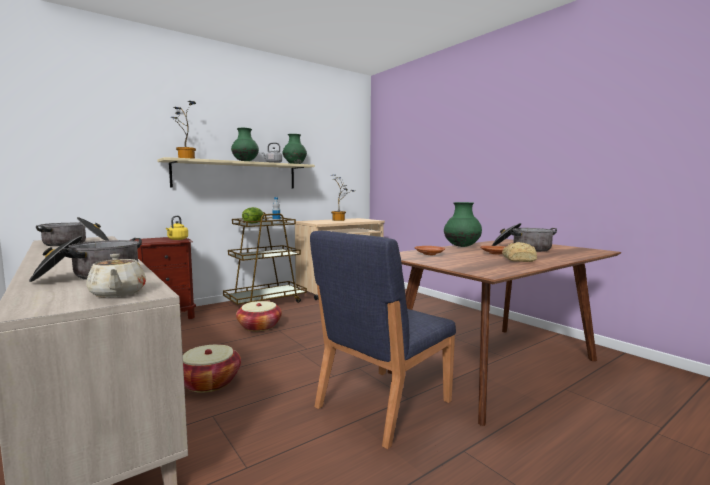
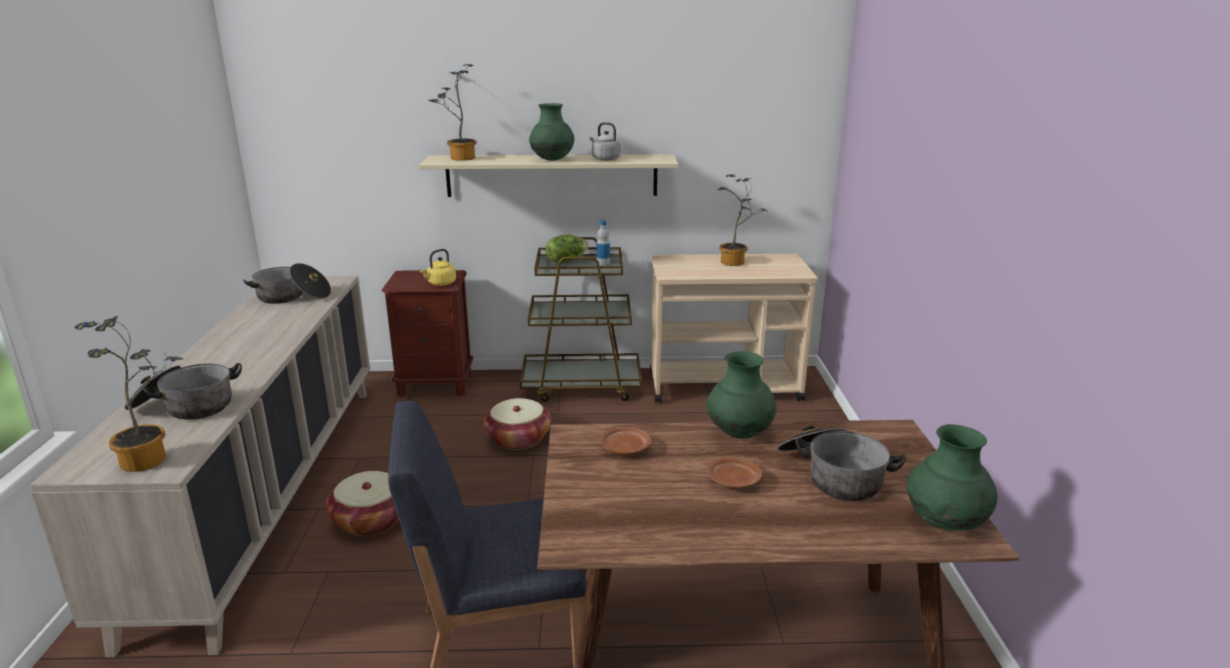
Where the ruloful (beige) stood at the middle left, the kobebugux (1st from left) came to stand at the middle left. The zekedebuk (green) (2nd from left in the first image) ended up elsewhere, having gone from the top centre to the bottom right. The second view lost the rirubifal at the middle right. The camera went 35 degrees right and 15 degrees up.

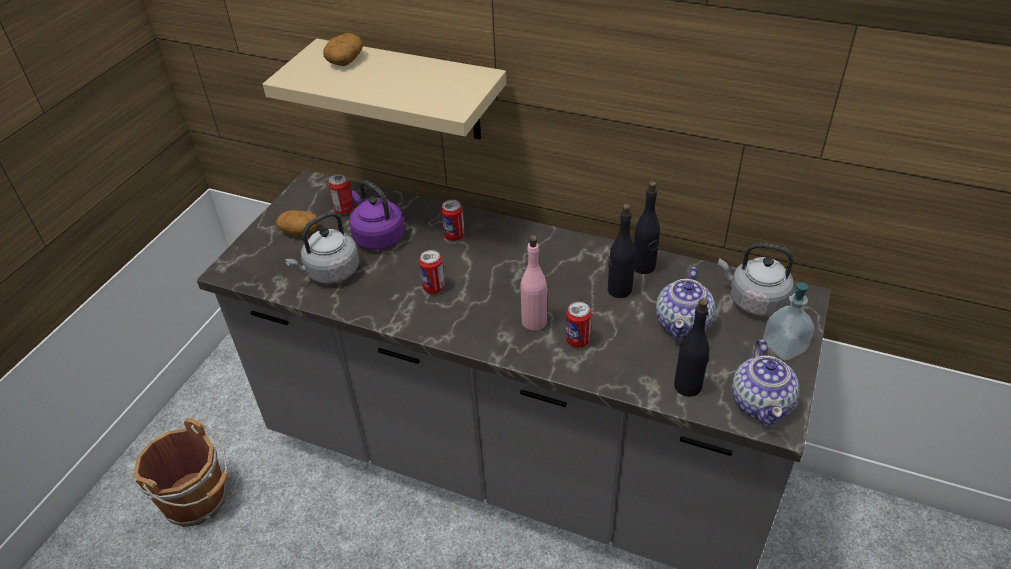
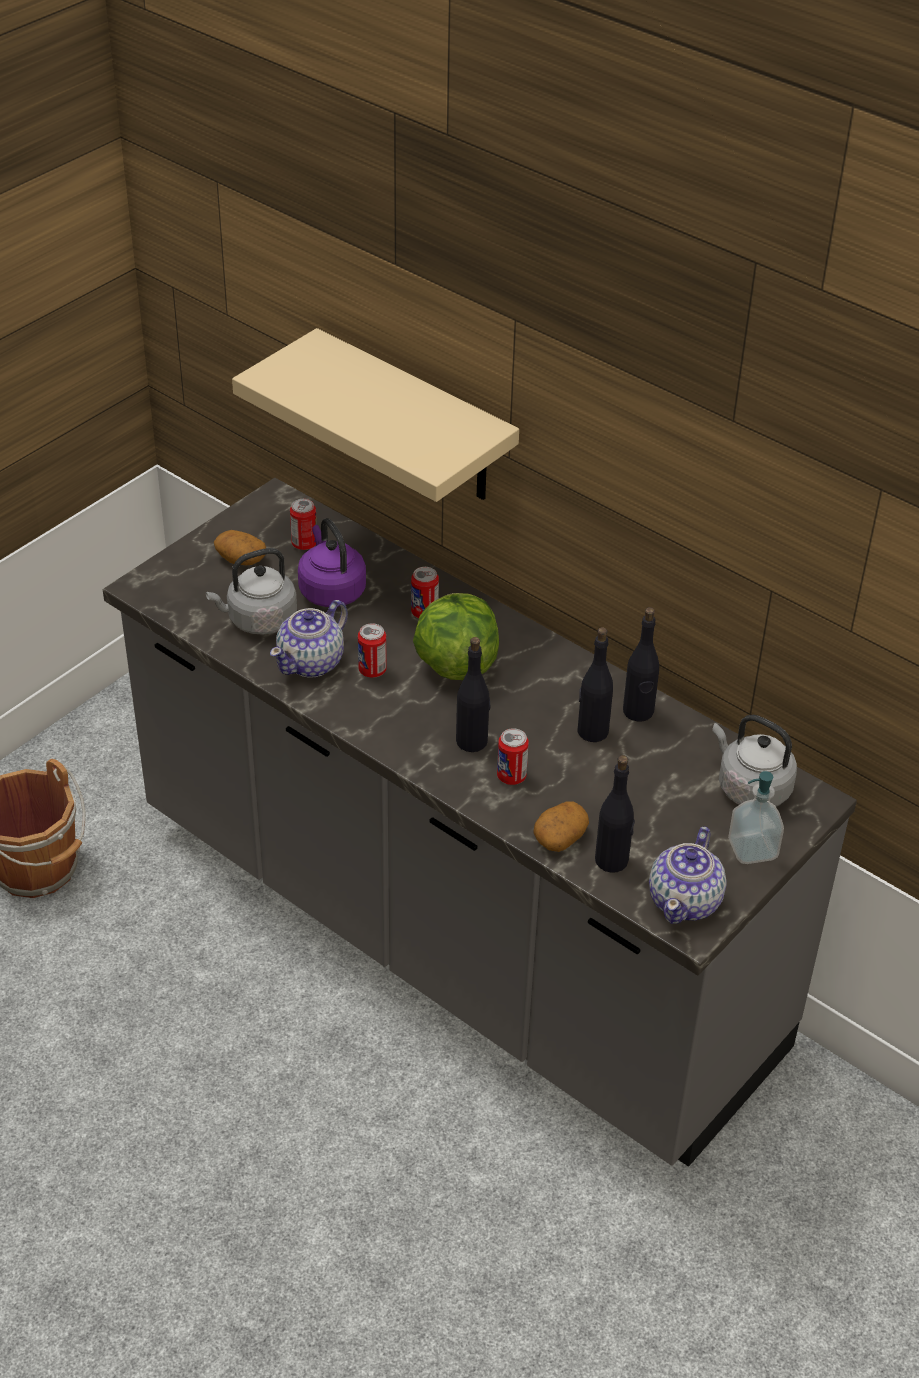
The ruloful (1st from left) ended up elsewhere, having gone from the middle right to the centre. The second view gained the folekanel at the centre. What was the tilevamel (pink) at the centre turned into the tilevamel (black) (1st from left) at the centre. The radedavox (2nd from left) ended up elsewhere, having gone from the top centre to the centre. The camera went 15 degrees right and 0 degrees up.

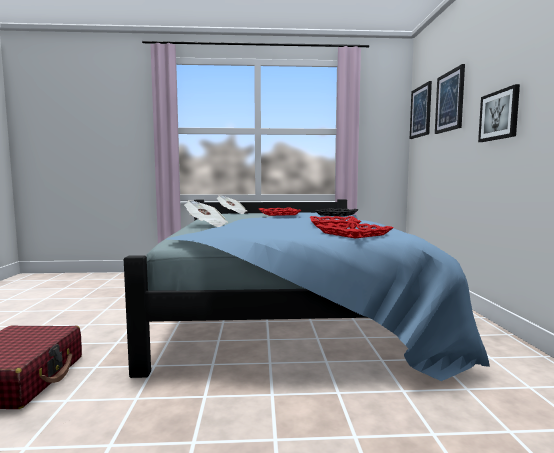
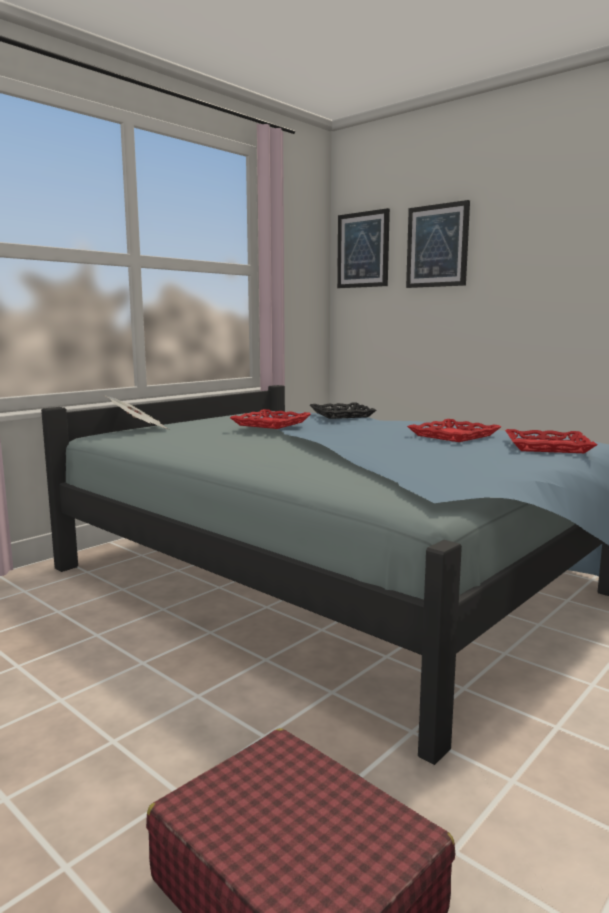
The second view lost the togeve (1st from left) at the centre. The second view lost the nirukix (3rd from left) at the top right. The camera went 45 degrees left and 5 degrees up.

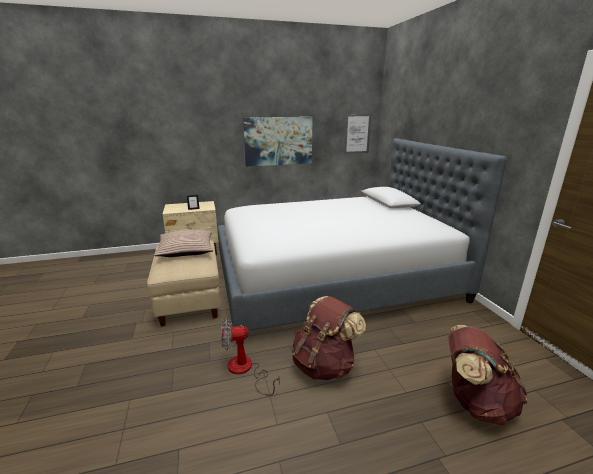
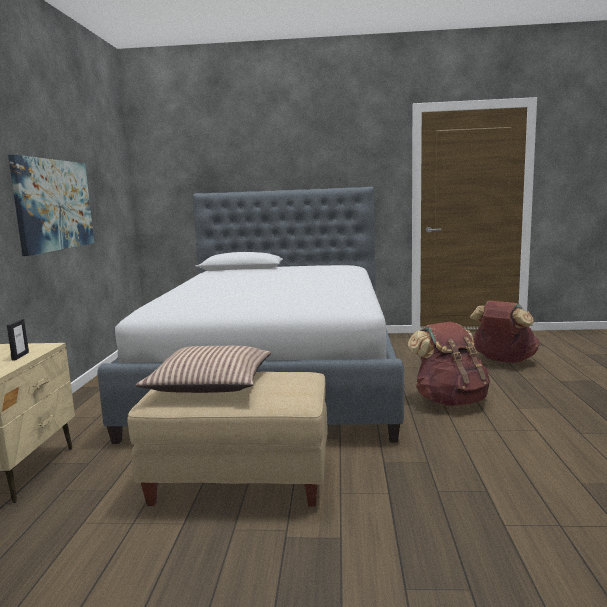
The second view lost the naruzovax at the bottom centre. The second view lost the nirukix (2nd from left) at the top centre. The camera went 70 degrees left and 10 degrees down.

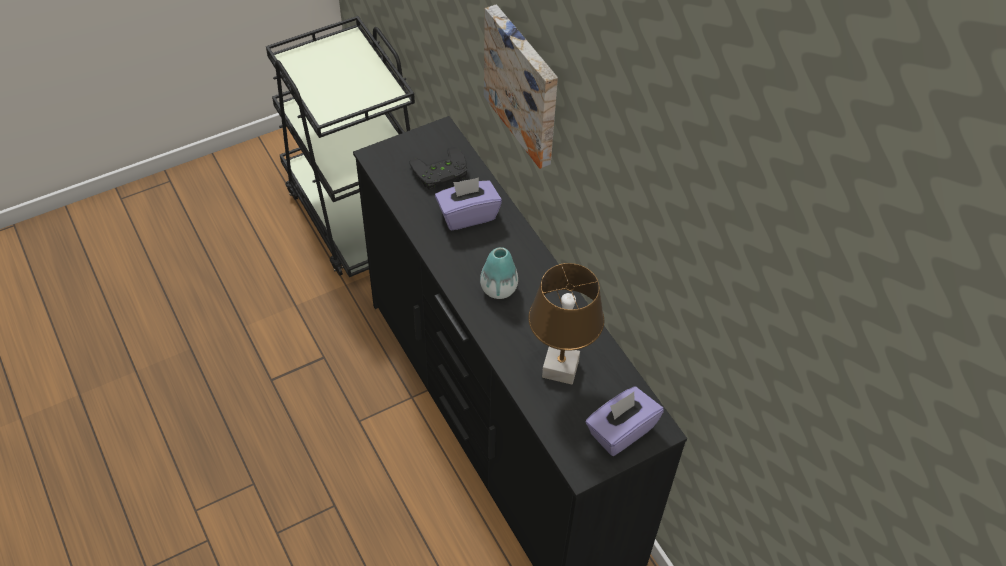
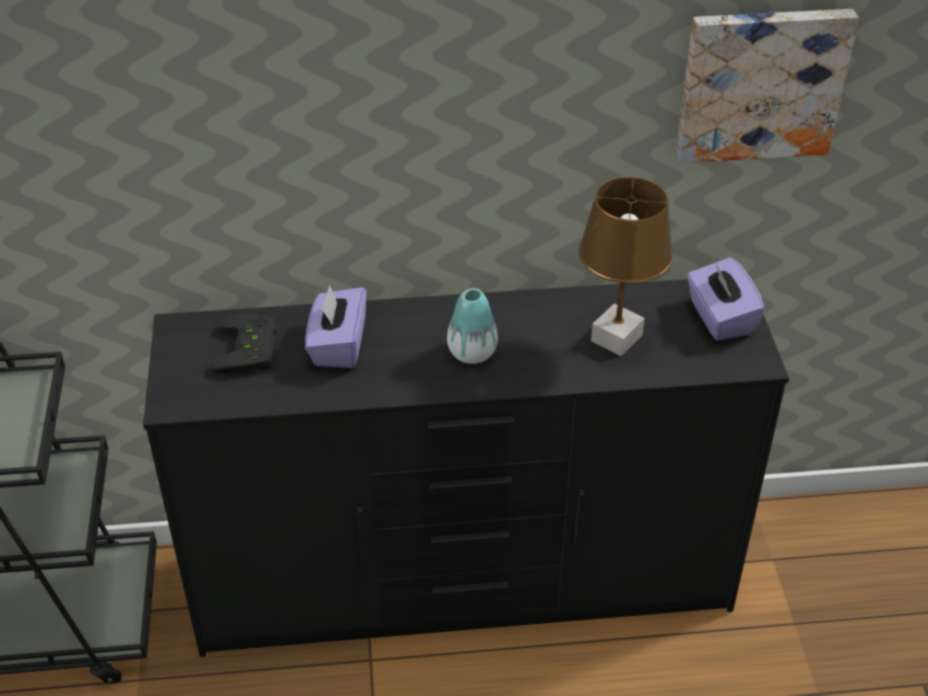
The nirukix ended up elsewhere, having gone from the top centre to the top right. The camera went 65 degrees left and 10 degrees down.

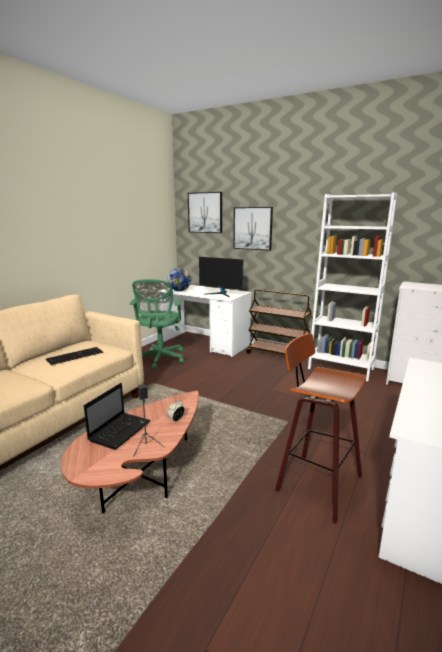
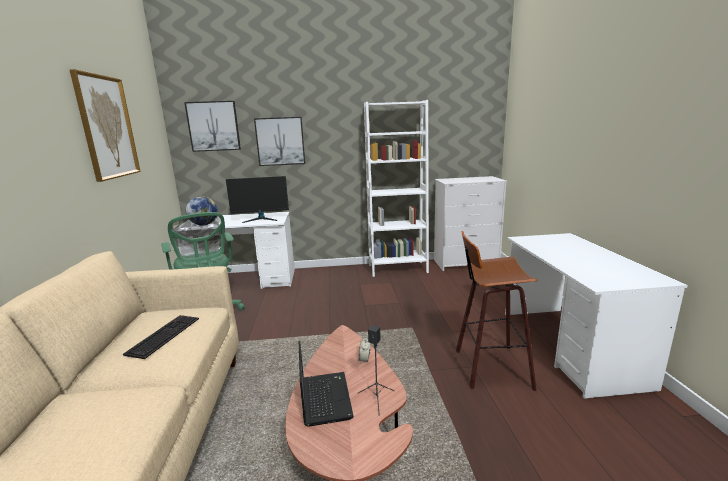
The second view gained the nirukix (1st from left) at the top left. The second view lost the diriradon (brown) at the centre. The camera went 35 degrees left and 0 degrees up.

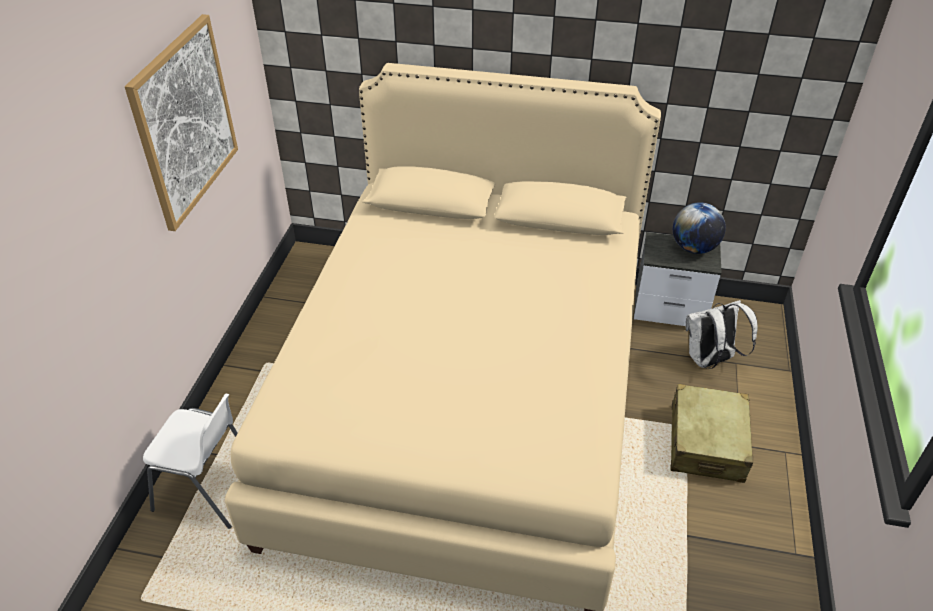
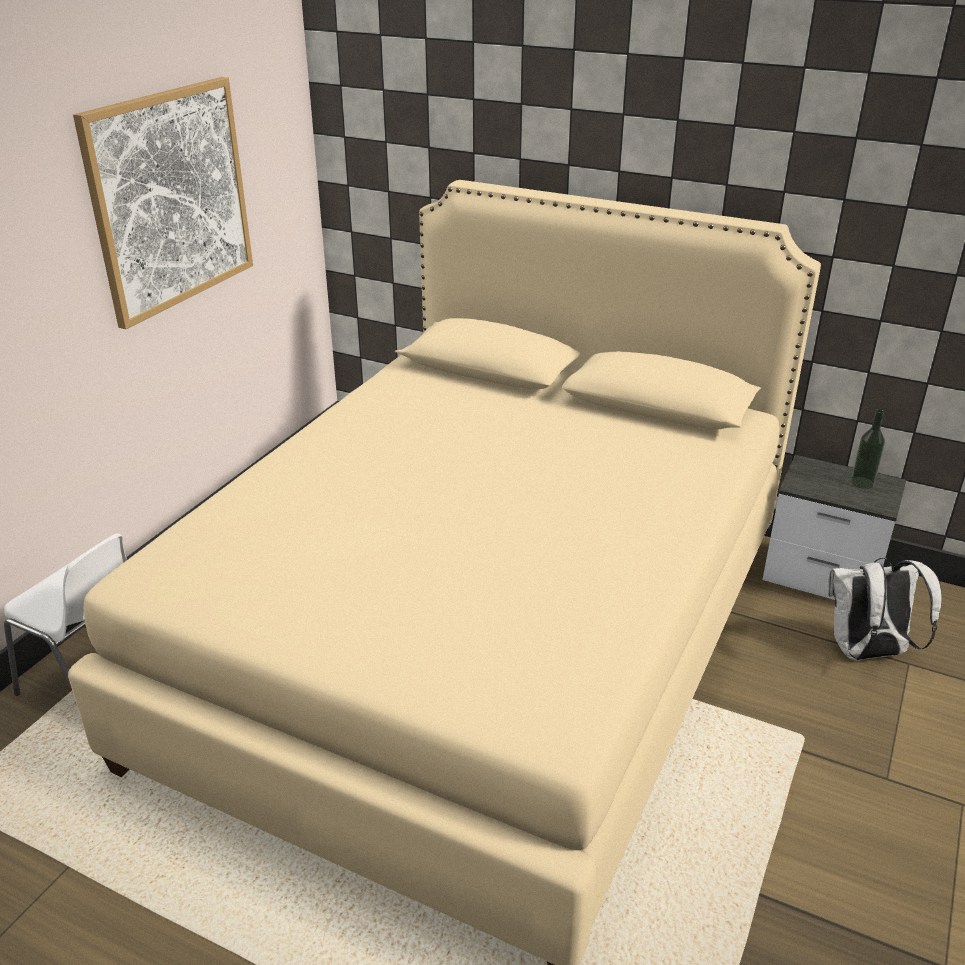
Where the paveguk stood at the middle right, the tilevamel came to stand at the middle right. The second view lost the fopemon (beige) at the bottom right. The camera went 15 degrees right and 10 degrees down.

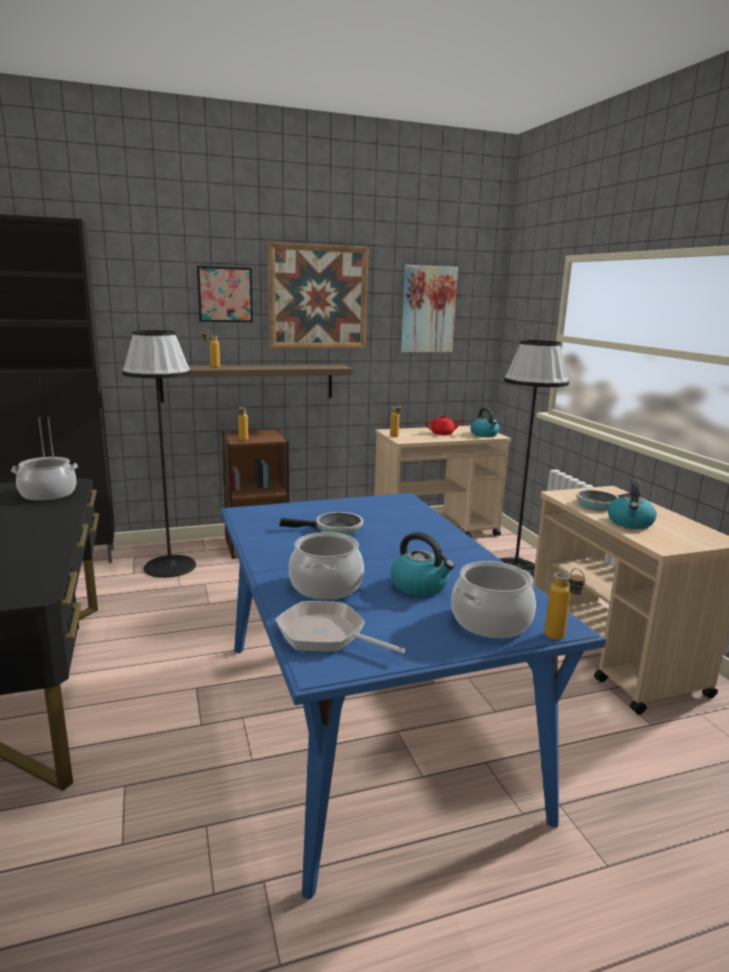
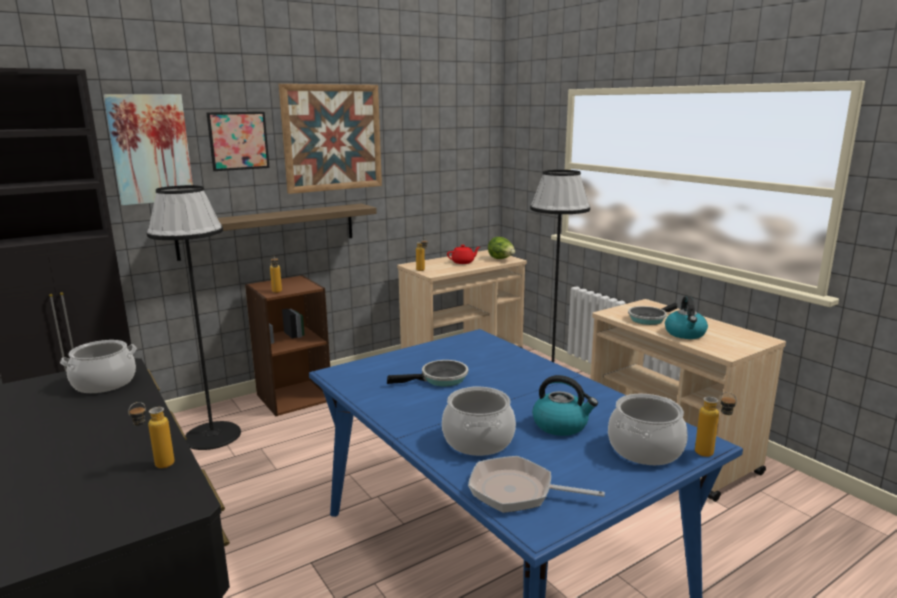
The nirukix (3rd from left in the first image) ended up elsewhere, having gone from the top centre to the top left. The tilevamel (1st from left) ended up elsewhere, having gone from the middle left to the bottom left. Where the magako (2nd from left) stood at the centre, the folekanel came to stand at the centre. The camera went 15 degrees left and 0 degrees up.

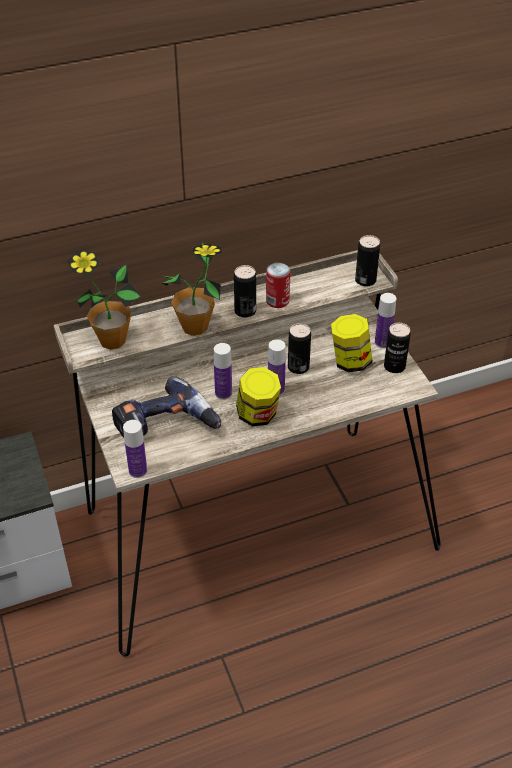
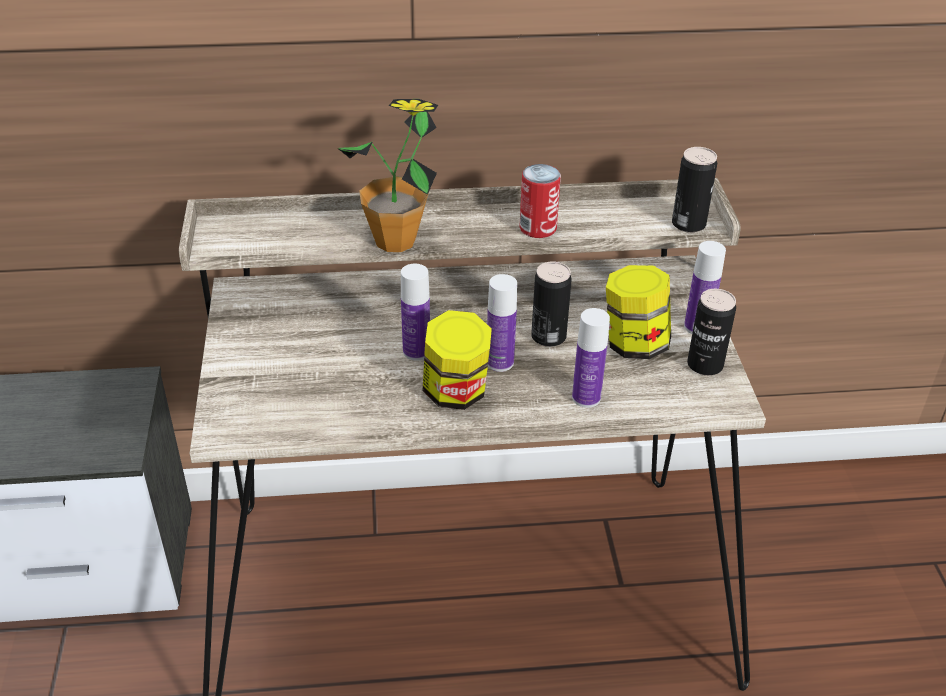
The tilevamel (1st from left in the first image) ended up elsewhere, having gone from the middle left to the centre. The second view lost the kobebugux (1st from left) at the middle left. The second view lost the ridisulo at the middle left. The second view lost the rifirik (1st from left) at the centre. The camera went 15 degrees right and 5 degrees down.

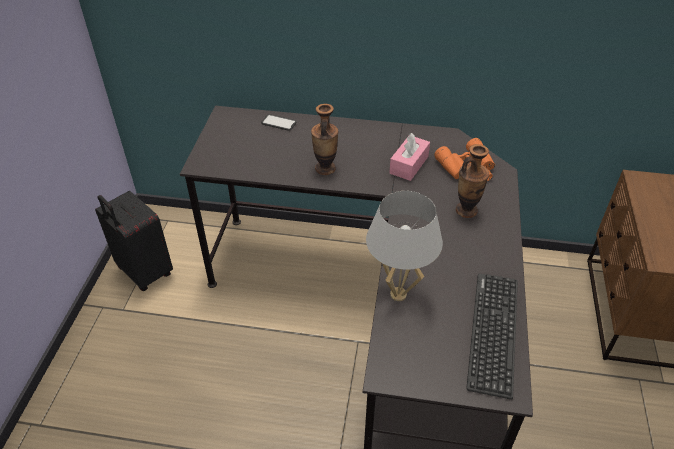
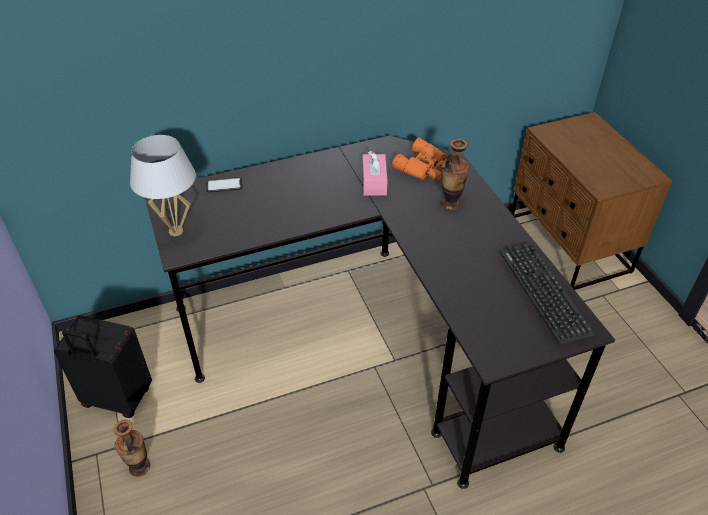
The zekedebuk (1st from left) ended up elsewhere, having gone from the top centre to the bottom left. The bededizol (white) ended up elsewhere, having gone from the centre to the middle left. The camera went 30 degrees left and 0 degrees up.

